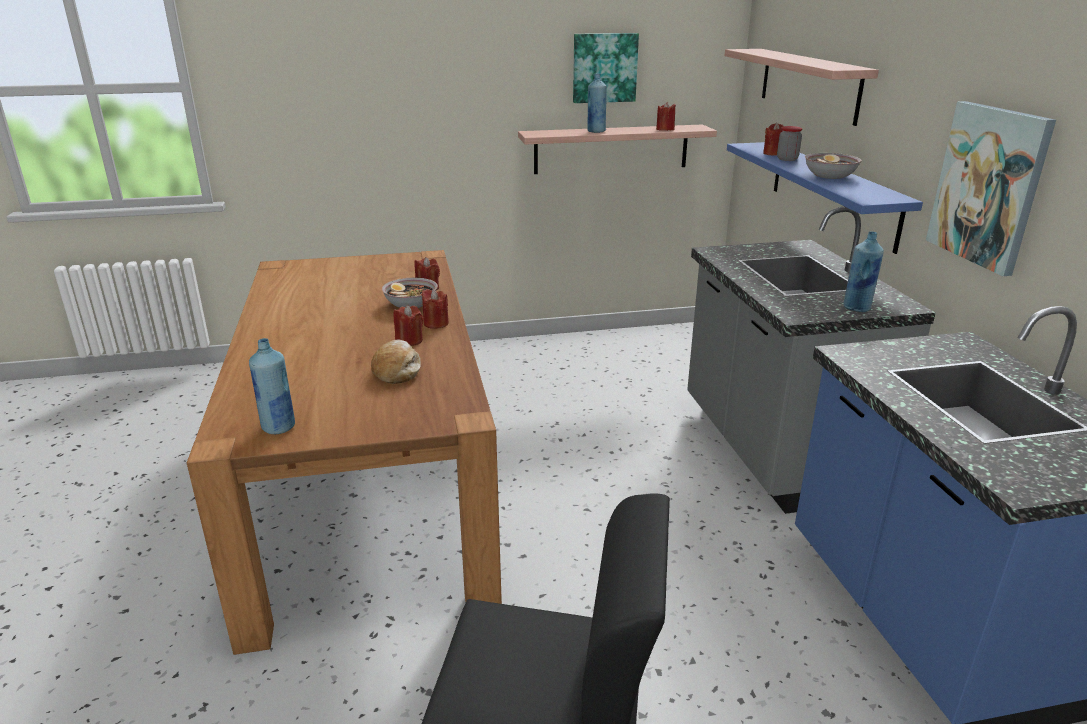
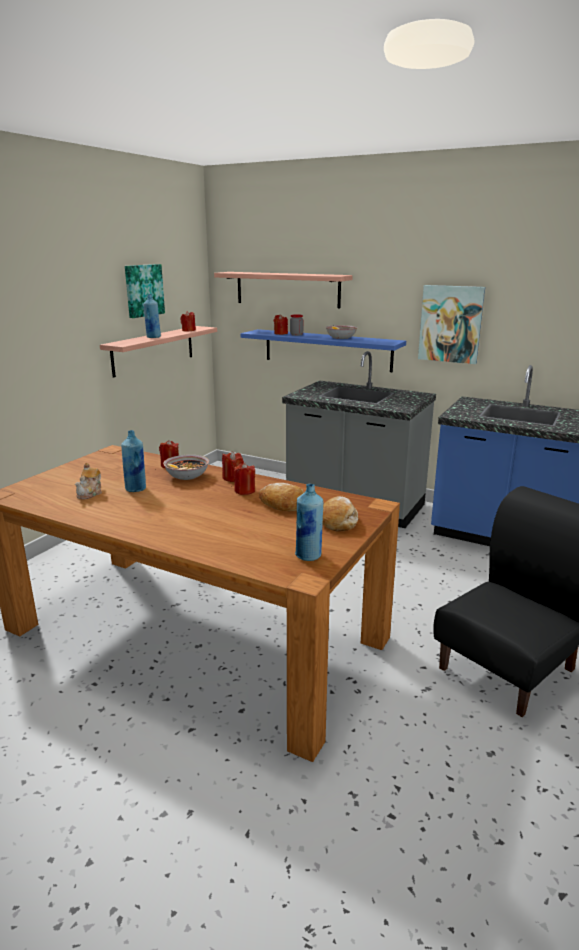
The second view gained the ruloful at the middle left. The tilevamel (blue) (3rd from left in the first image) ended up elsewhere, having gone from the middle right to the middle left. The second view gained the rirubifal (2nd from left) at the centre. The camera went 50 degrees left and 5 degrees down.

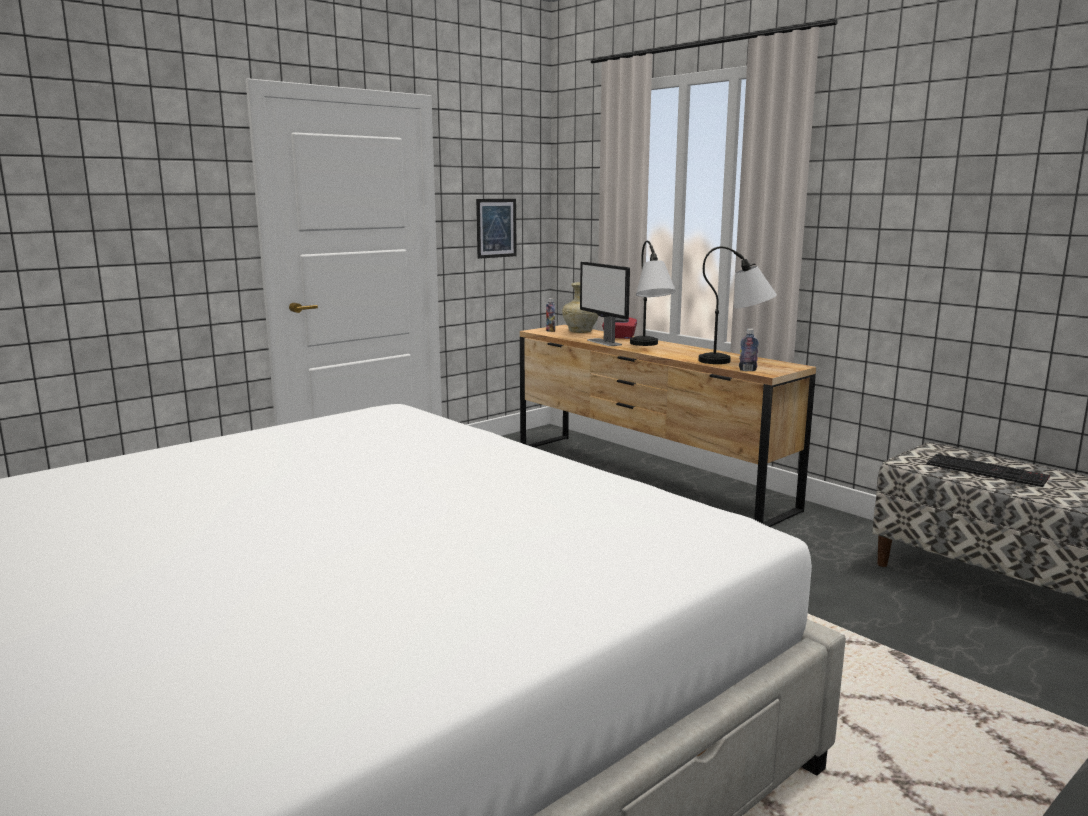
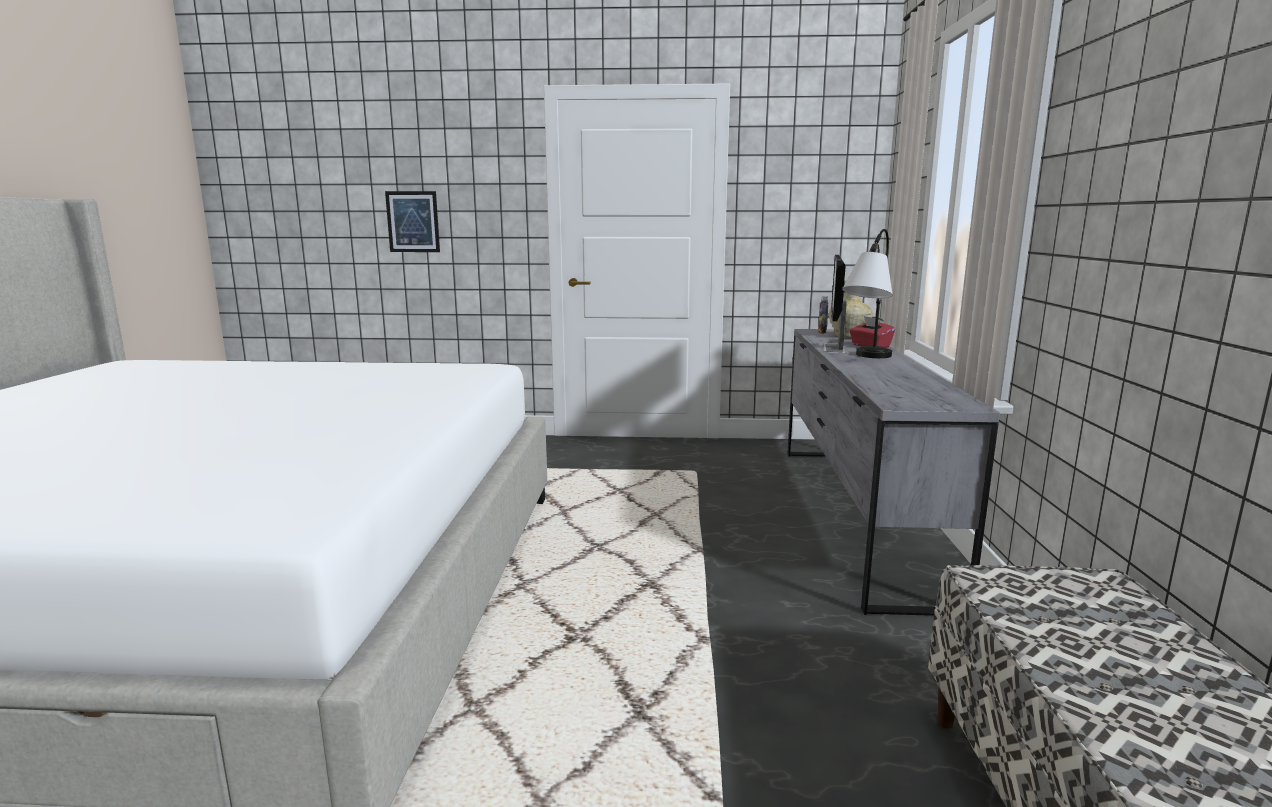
The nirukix ended up elsewhere, having gone from the top centre to the top left. What was the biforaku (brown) at the centre turned into the biforaku (grey) at the middle right. The second view lost the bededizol (2nd from left) at the middle right. The second view lost the tilevamel (2nd from left) at the middle right. The second view lost the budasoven at the middle right. The camera went 45 degrees right and 0 degrees up.

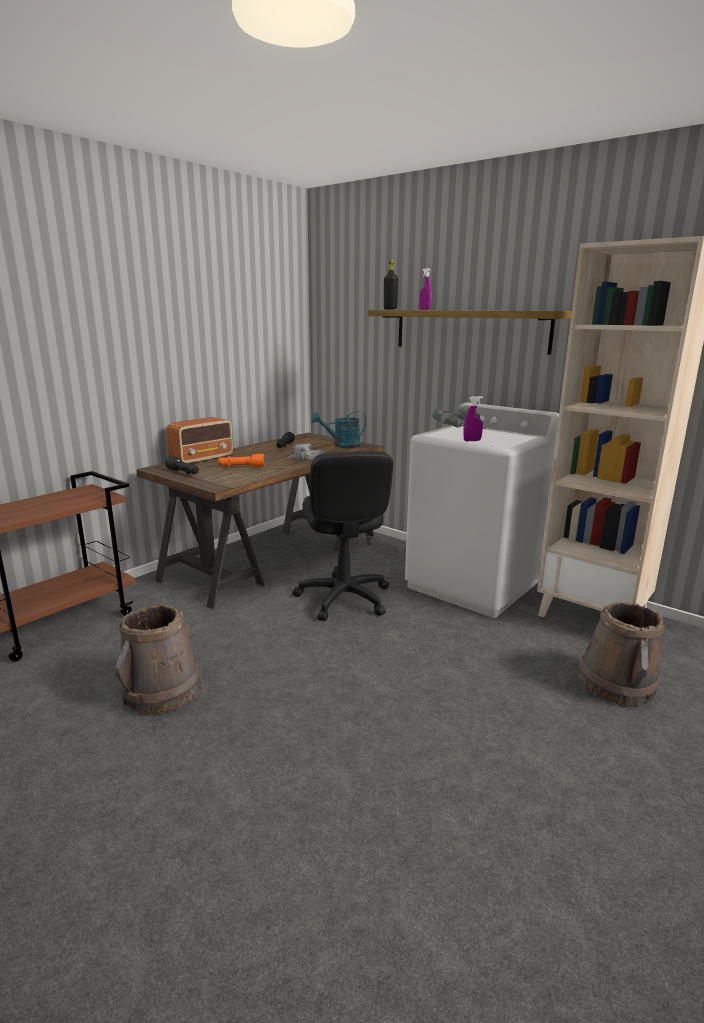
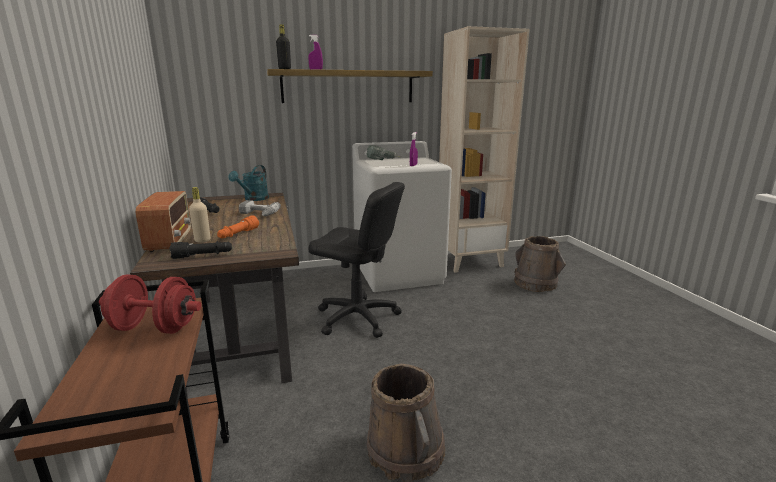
The second view gained the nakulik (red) at the middle left. The second view gained the tilevamel (beige) at the middle left. The camera went 55 degrees left and 0 degrees up.

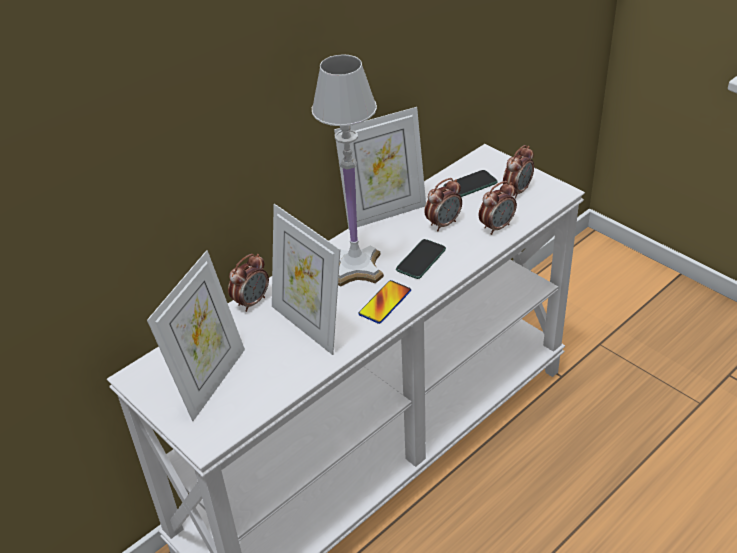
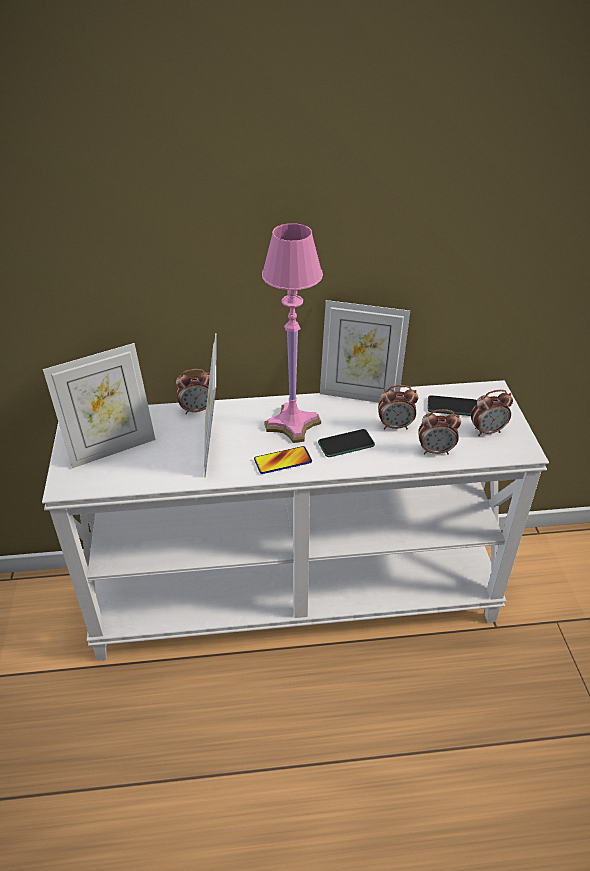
What was the bededizol (white) at the top centre turned into the bededizol (pink) at the centre. The camera went 35 degrees right and 0 degrees up.

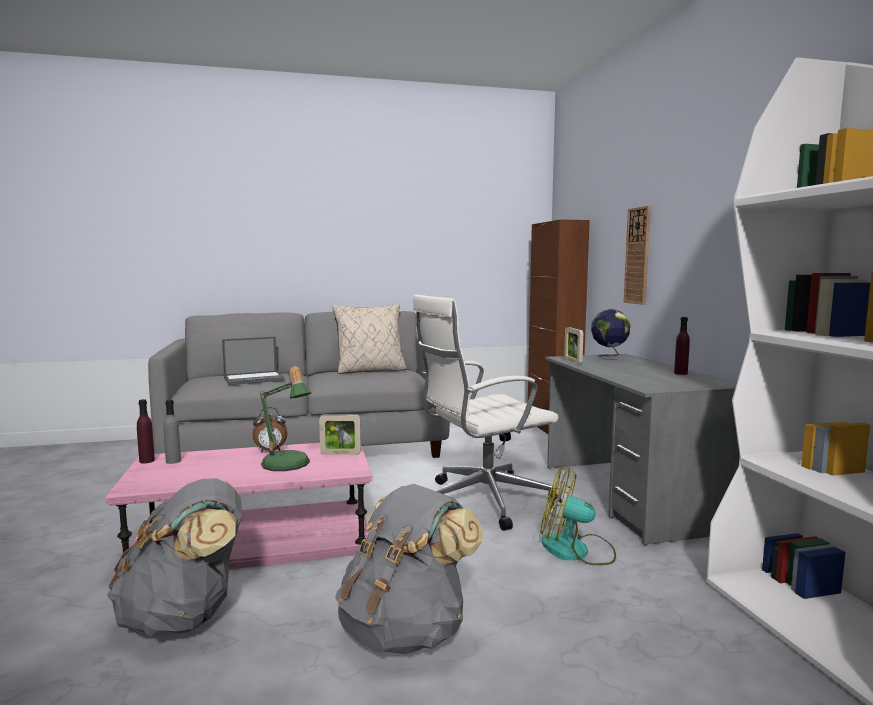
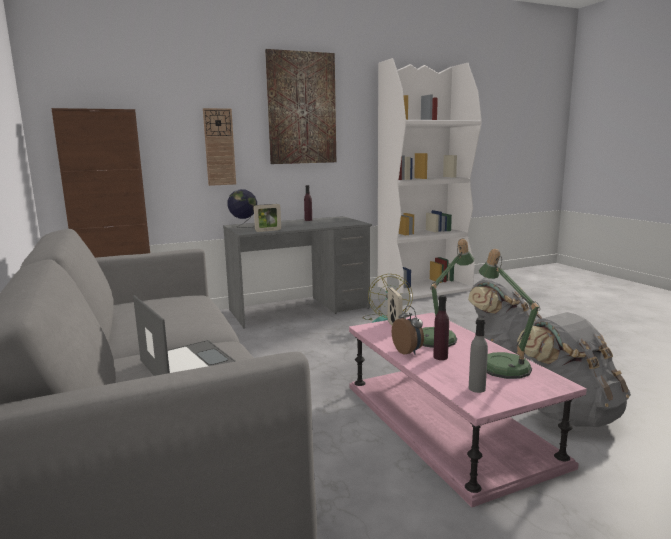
The second view gained the nirukix at the top centre. The tilevamel (purple) (1st from left in the first image) ended up elsewhere, having gone from the middle left to the centre. The second view gained the bededizol (2nd from left) at the middle right. The second view lost the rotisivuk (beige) at the centre. The second view lost the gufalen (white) at the centre. The camera went 100 degrees left and 5 degrees up.

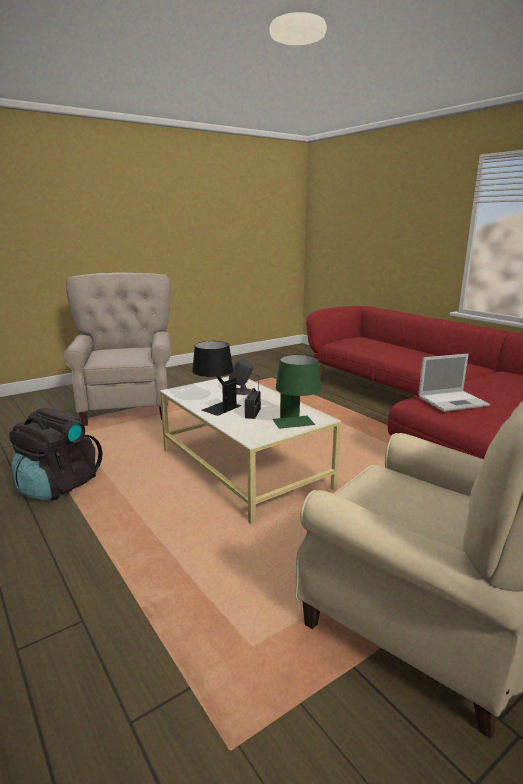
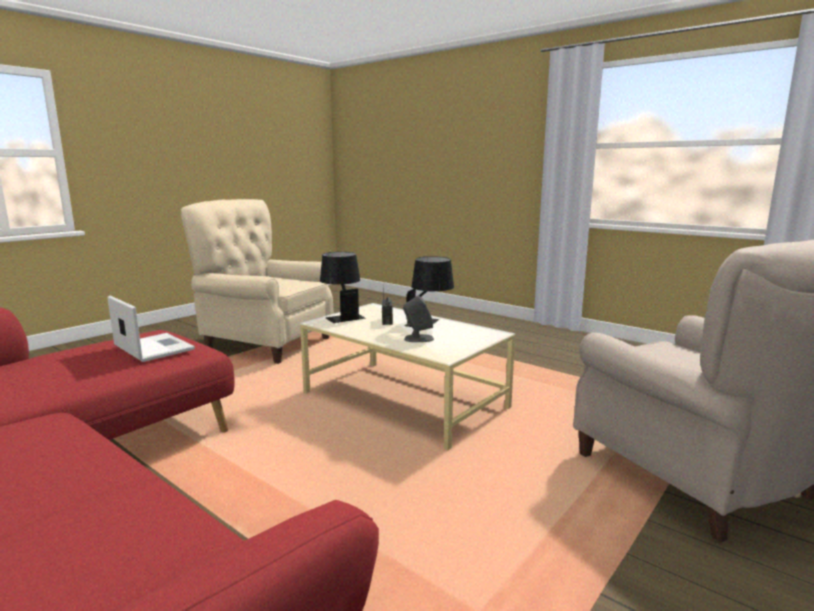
The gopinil at the middle right ended up facing another way, 75 degrees clockwise from before. What was the bededizol (green) at the centre turned into the bededizol (black) (1st from left) at the centre. The second view lost the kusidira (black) at the middle left. The camera went 165 degrees right and 5 degrees down.

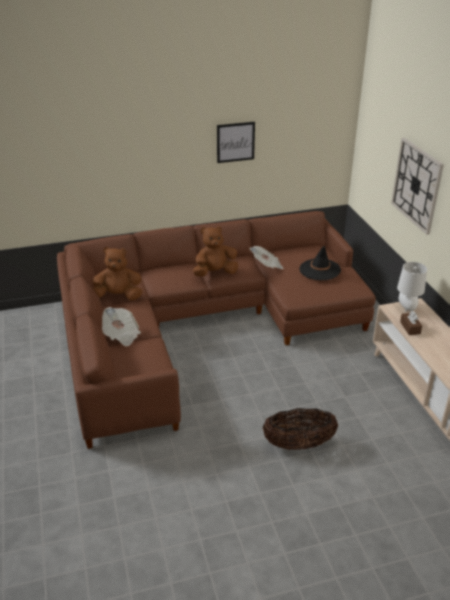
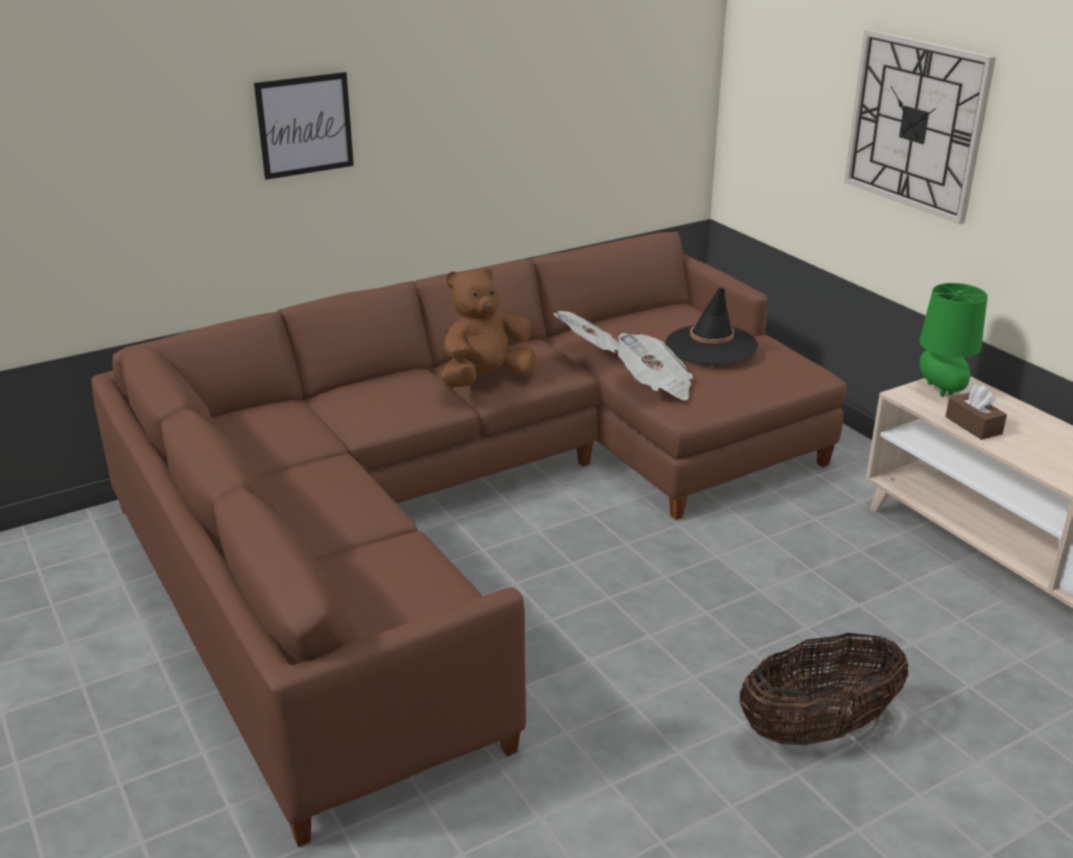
The nirukix ended up elsewhere, having gone from the top centre to the top left. The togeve (1st from left in the first image) ended up elsewhere, having gone from the middle left to the centre. What was the bededizol (white) at the middle right turned into the bededizol (green) at the middle right. The second view lost the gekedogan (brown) (1st from left) at the middle left. The camera went 15 degrees left and 5 degrees down.

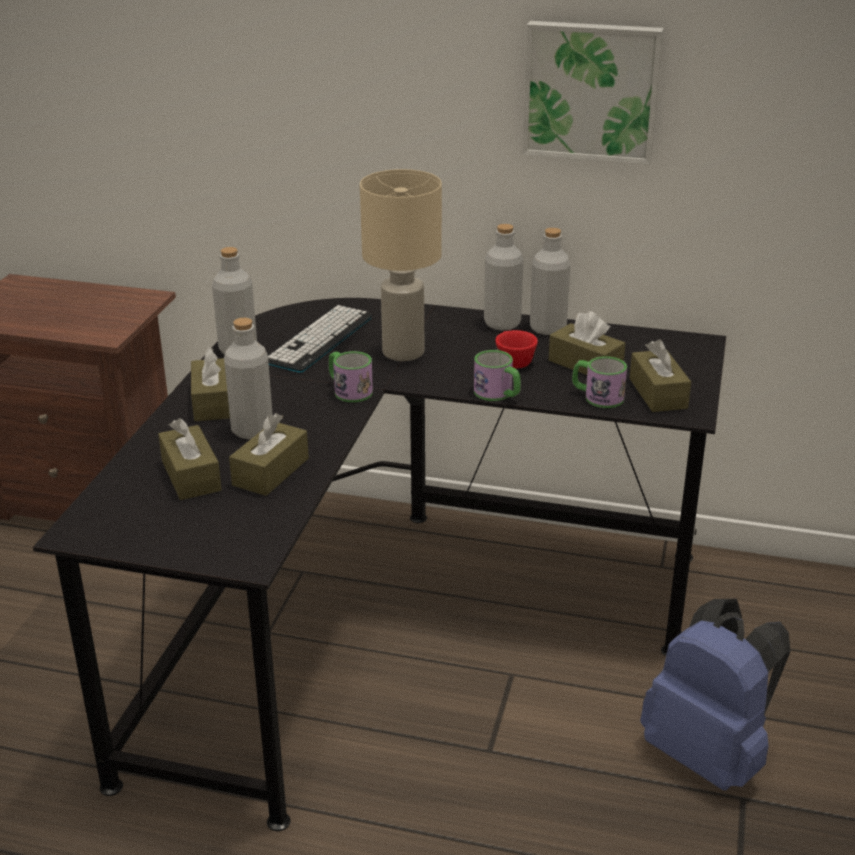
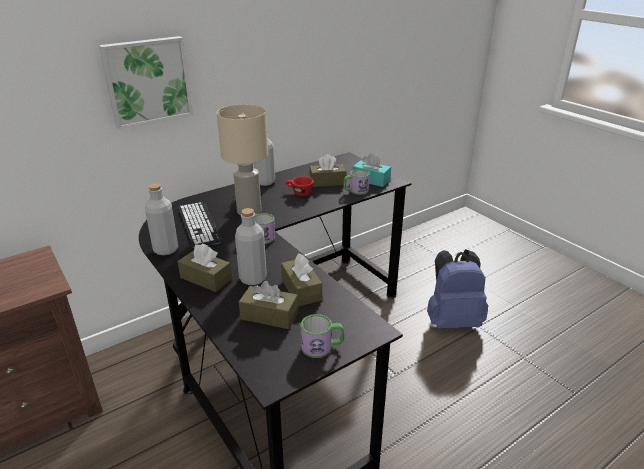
The nirukix ended up elsewhere, having gone from the top right to the top left. The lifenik (2nd from left) ended up elsewhere, having gone from the centre to the bottom centre. What was the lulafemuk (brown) (5th from left) at the middle right turned into the lulafemuk (turquoise) at the centre. The second view lost the tilevamel (grey) (4th from left) at the top centre. The camera went 50 degrees left and 0 degrees up.

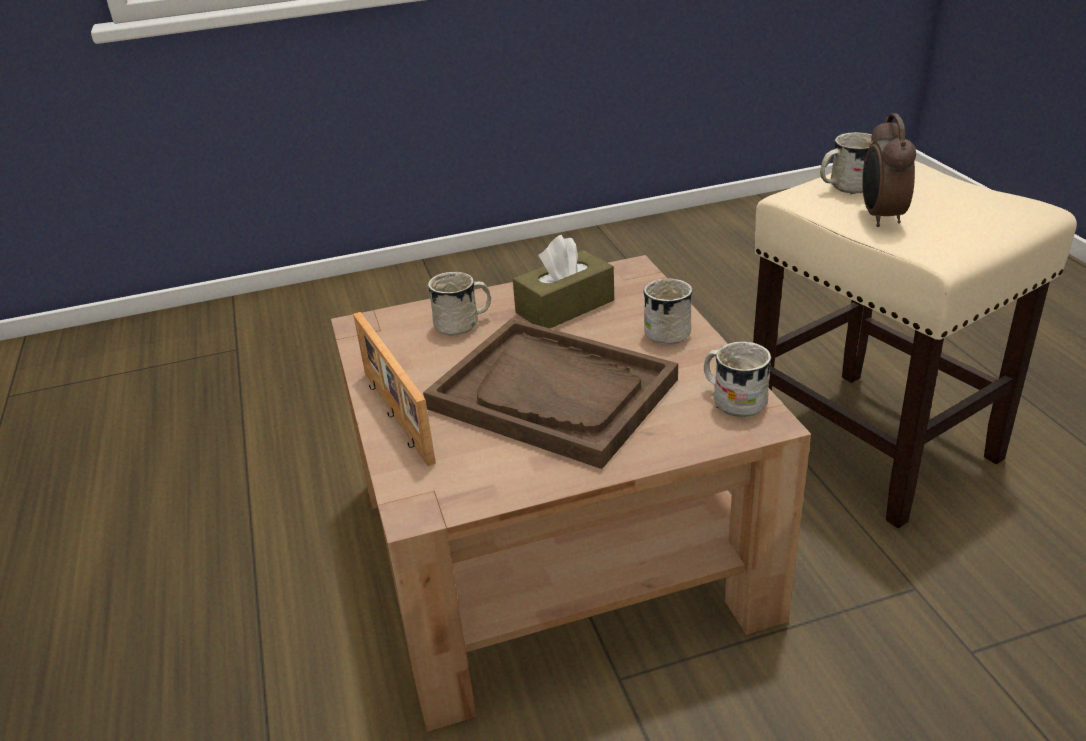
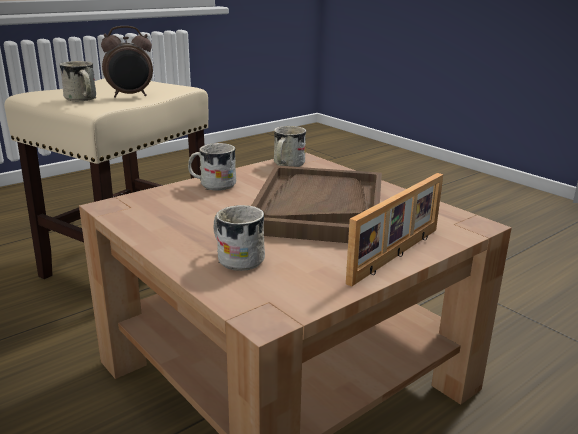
The second view lost the lulafemuk (brown) at the centre. The camera went 115 degrees left and 10 degrees down.

